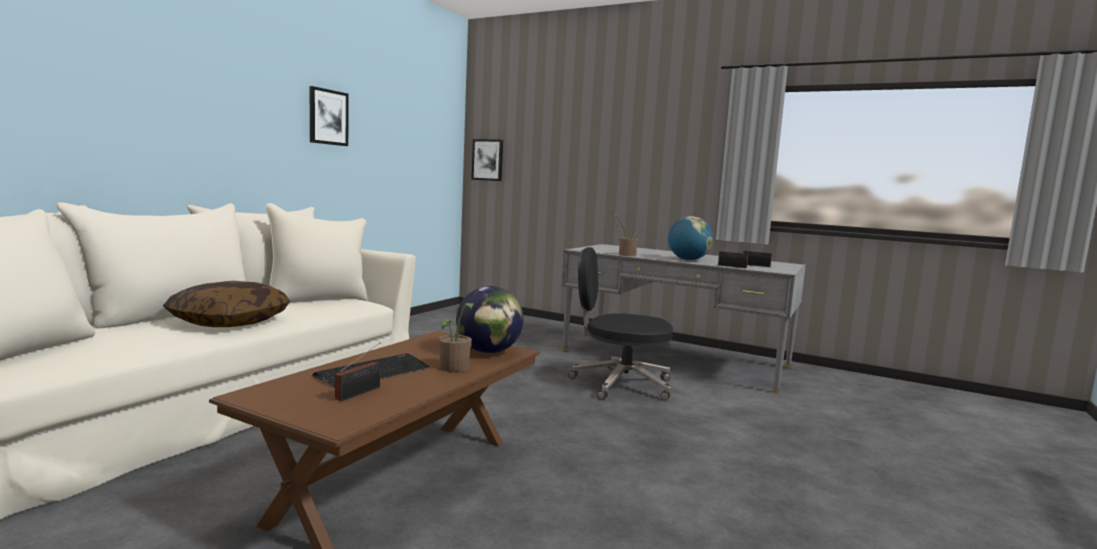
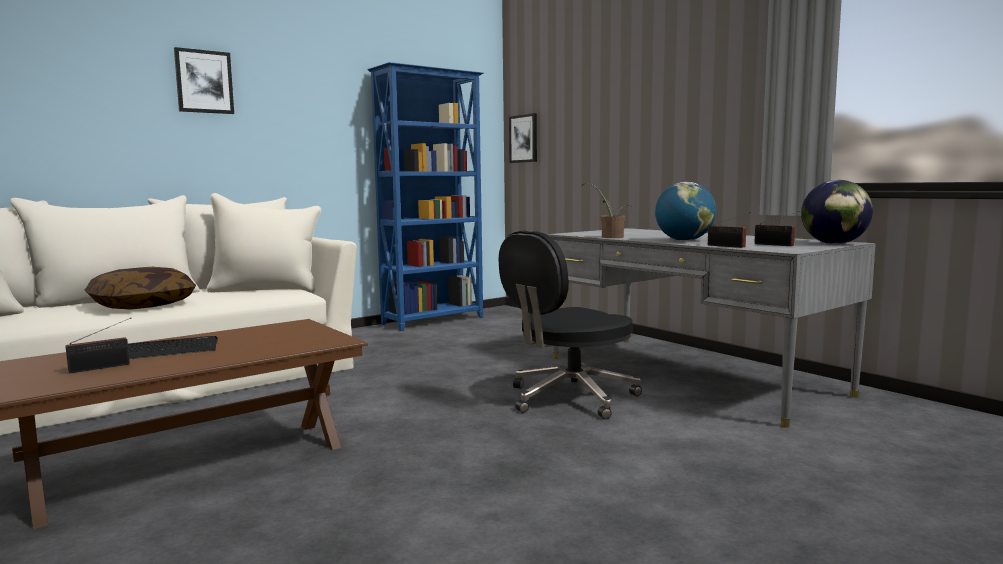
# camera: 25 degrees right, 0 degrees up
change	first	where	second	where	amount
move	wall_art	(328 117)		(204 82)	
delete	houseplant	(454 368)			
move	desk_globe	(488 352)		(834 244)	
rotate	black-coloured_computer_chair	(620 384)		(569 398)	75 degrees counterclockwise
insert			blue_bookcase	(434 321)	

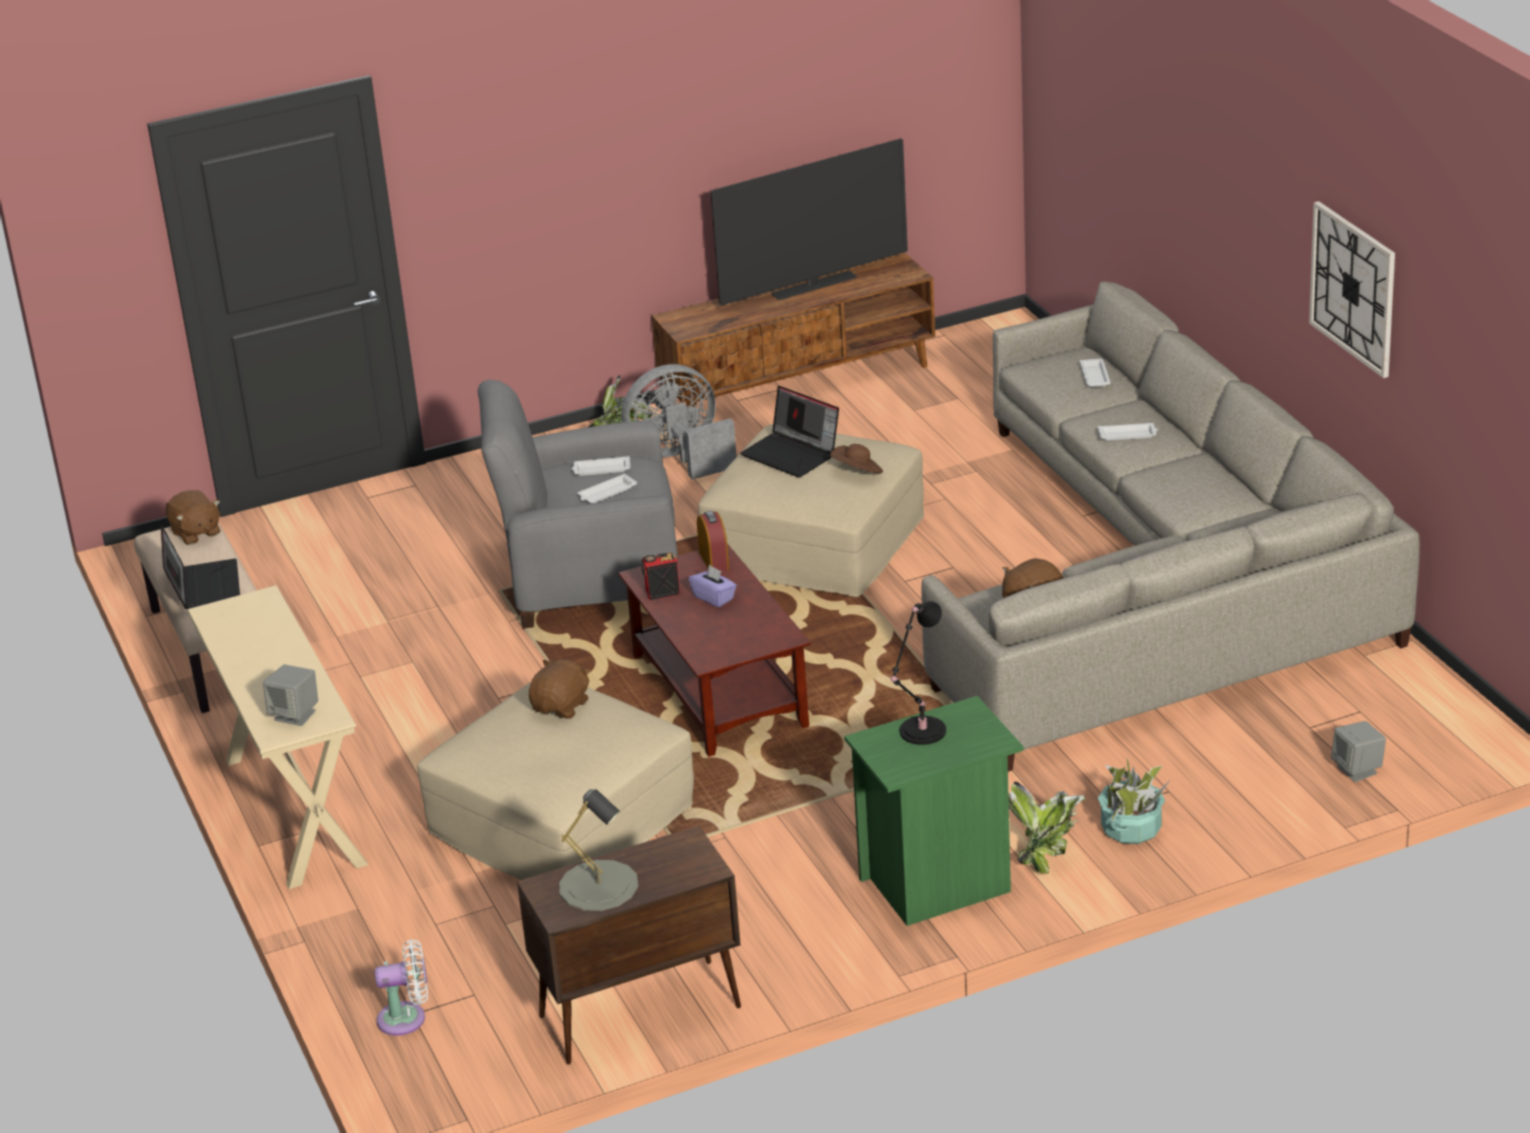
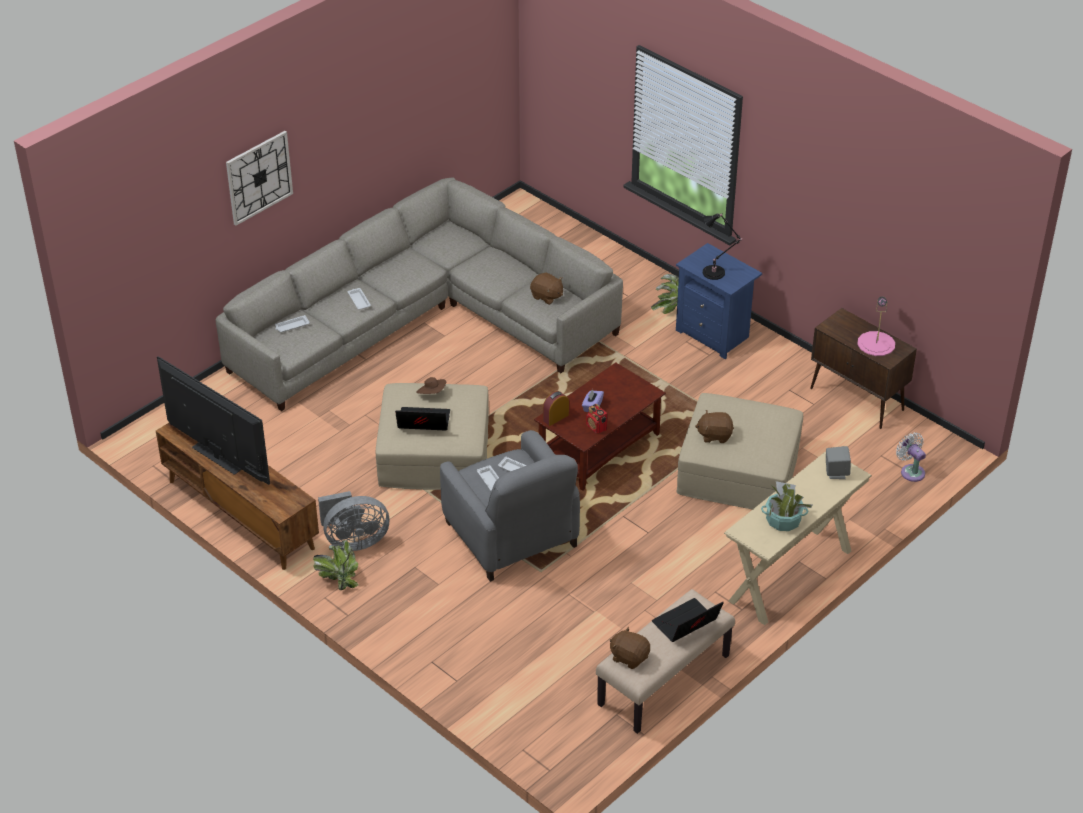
# camera: 115 degrees left, 10 degrees up
change	first	where	second	where	amount
rotate	brown-coloured_plush_toy	(195 533)		(629 657)	90 degrees counterclockwise
recolor	greyish_tabletop_lamp	(599 886)	pink_tabletop_lamp	(876 343)	
rotate	greyish_electric_fan	(680 458)		(354 541)	60 degrees counterclockwise
rotate	laptop	(792 454)		(422 423)	105 degrees counterclockwise
recolor	green-coloured_night_table	(938 885)	blue_night_table	(714 334)	
move	houseplant	(1131 829)		(783 521)	
move	clock_on_the_wall	(1353 288)		(259 177)	
delete	greyish_audio_speaker	(1357 770)			

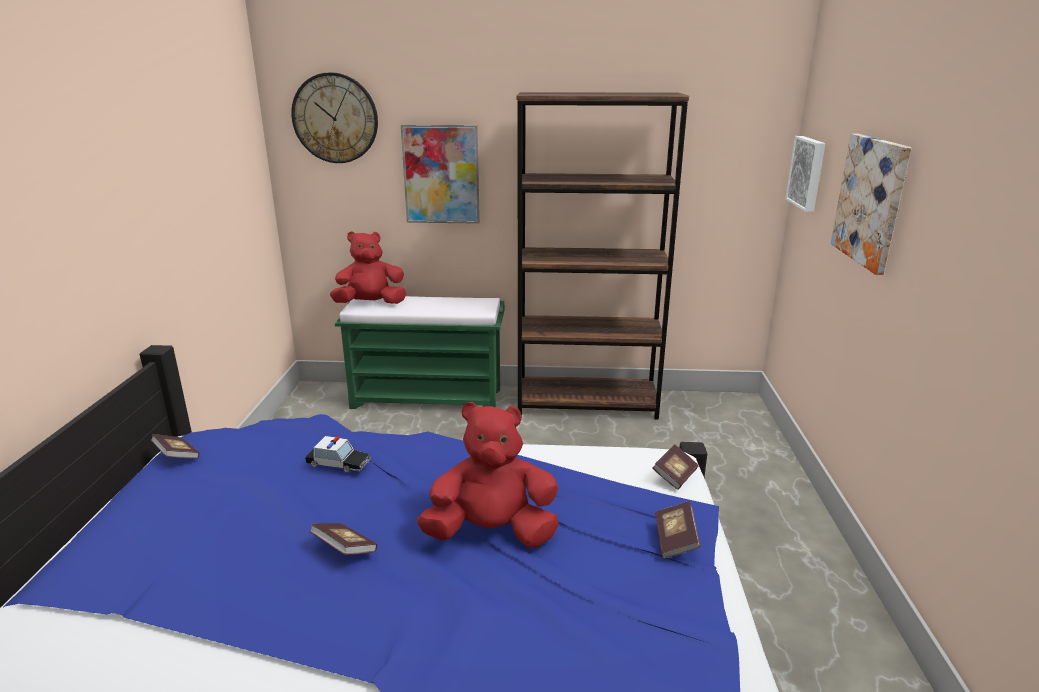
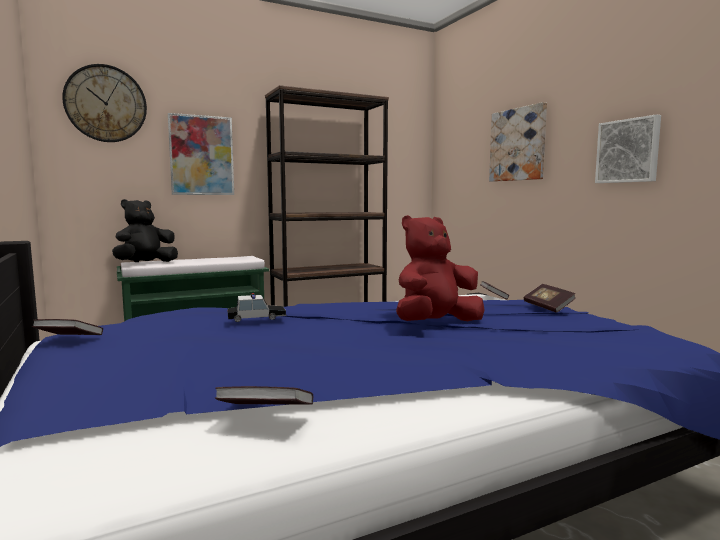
# camera: 30 degrees left, 15 degrees down
change	first	where	second	where	amount
move	book	(344 549)		(266 415)	
recolor	red-coloured_plush_toy	(370 304)	black-coloured_plush_toy	(145 263)	
move	wall_art	(808 173)		(628 151)	

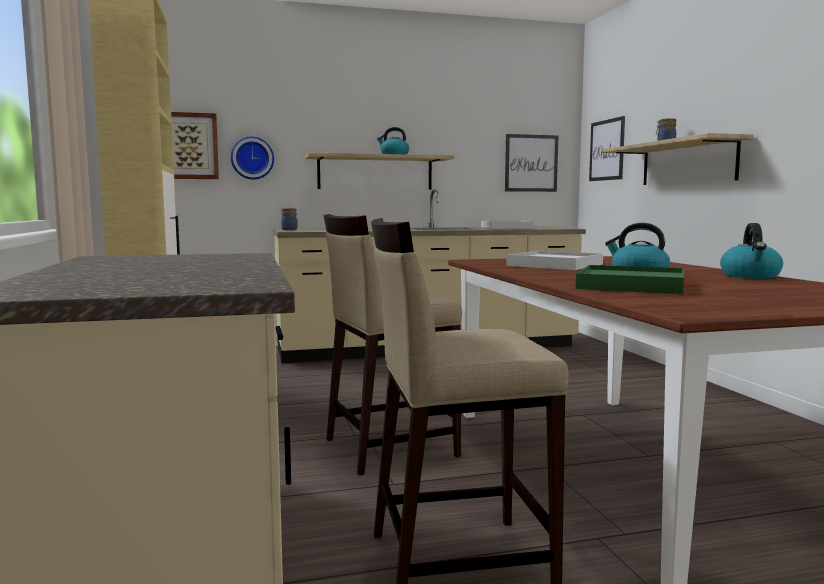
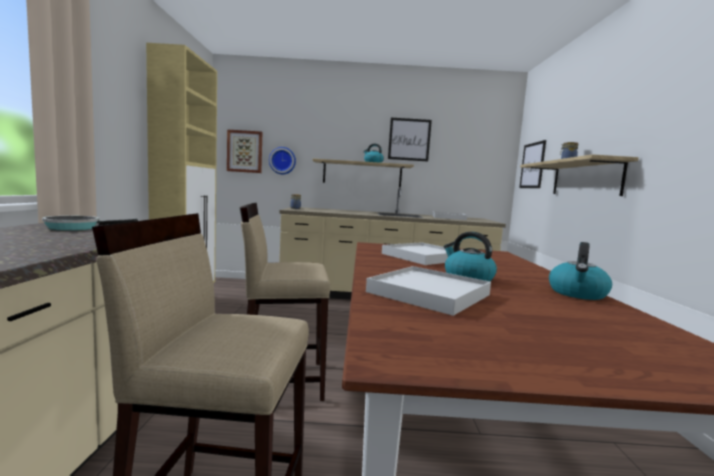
# camera: 15 degrees right, 0 degrees up
change	first	where	second	where	amount
move	wall_art	(531 163)		(409 139)	
recolor	green-coloured_tray	(631 285)	white_tray	(429 294)	
insert			frying_pan	(78 228)	

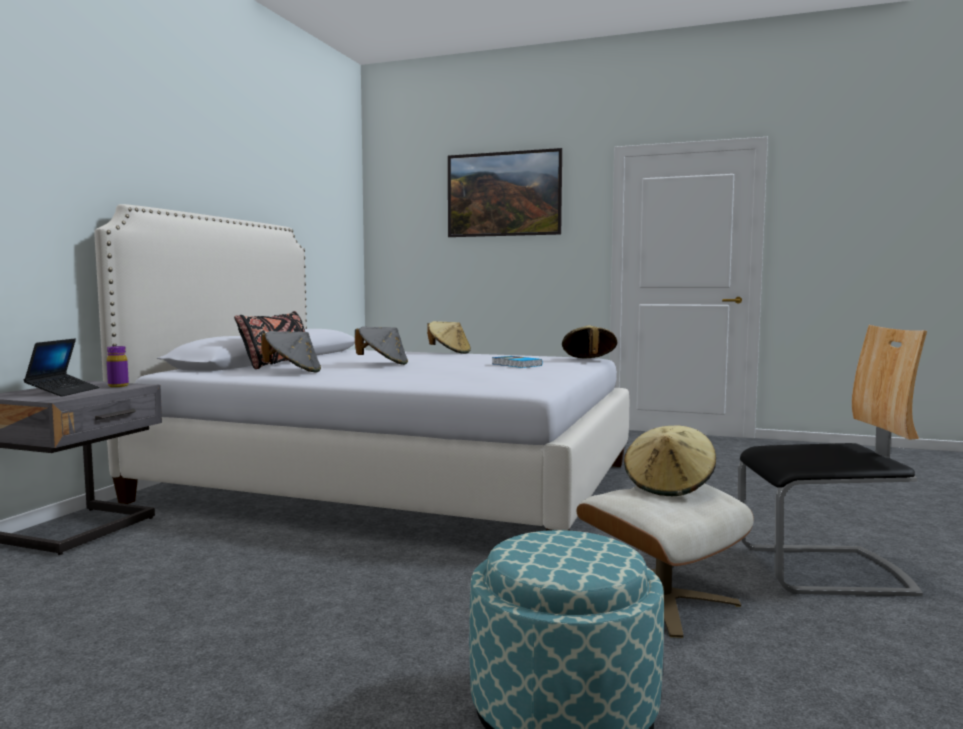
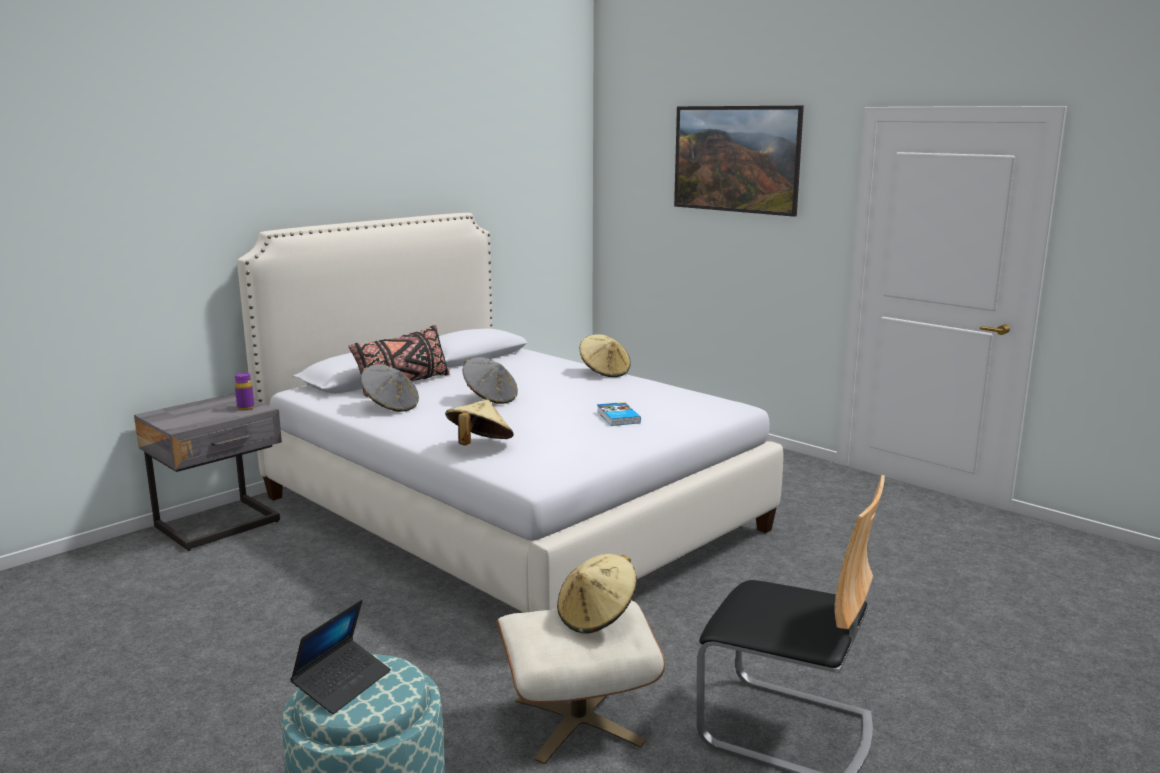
# camera: 25 degrees right, 10 degrees up
change	first	where	second	where	amount
move	laptop	(63 392)		(342 684)	
move	beige-coloured_hat	(588 360)		(479 446)	

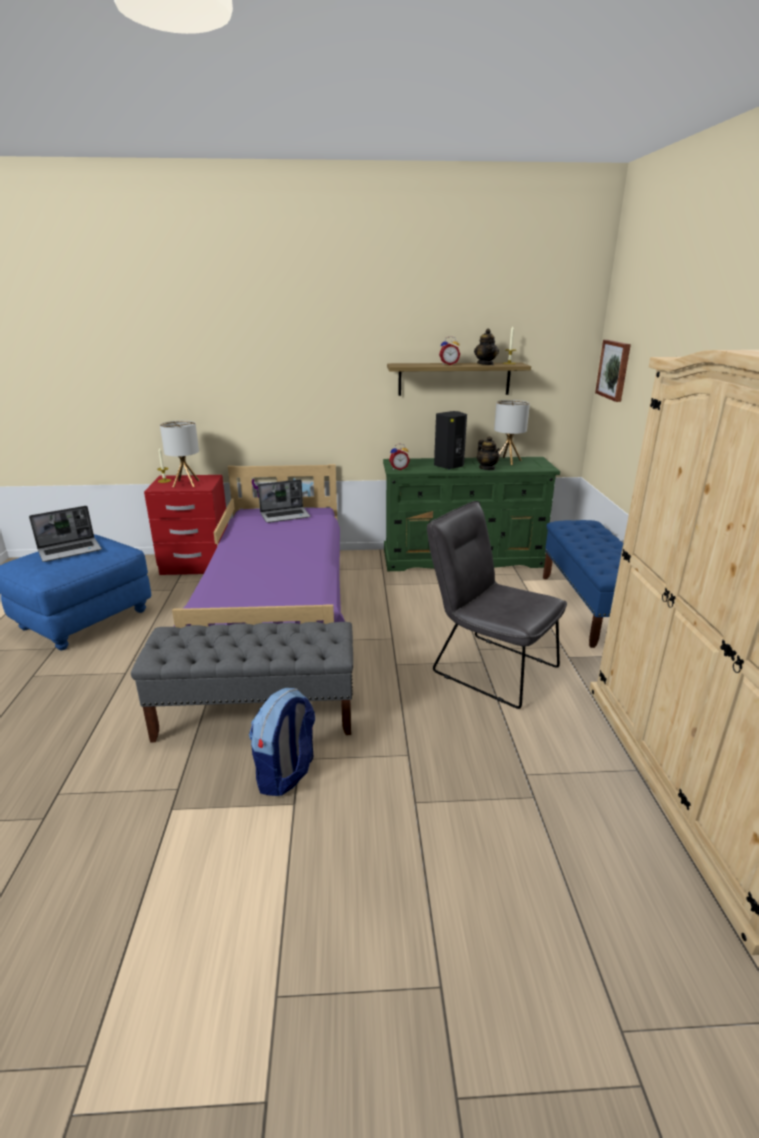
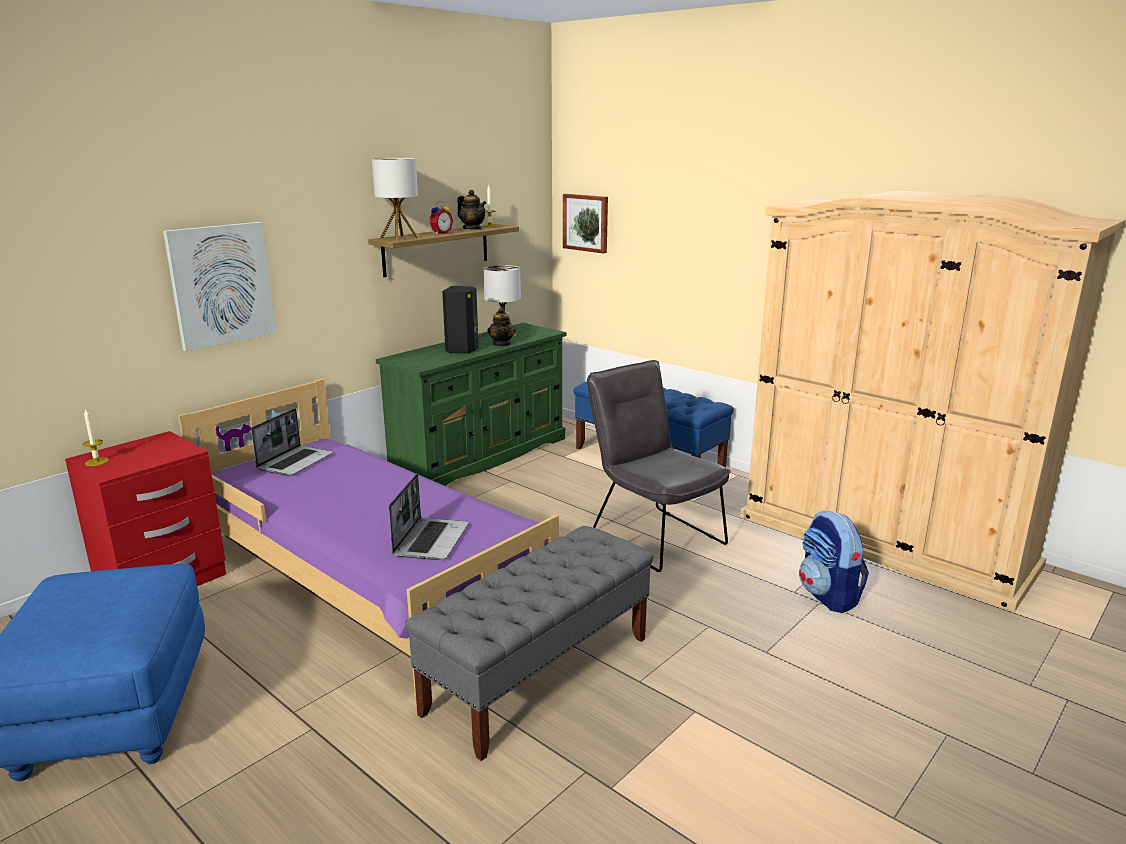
# camera: 45 degrees left, 5 degrees down
change	first	where	second	where	amount
move	laptop	(70 550)		(430 540)	
move	tabletop_lamp	(186 483)		(399 238)	
move	rucksack	(286 774)		(828 596)	
delete	alarm_clock	(398 469)			
rotate	greyish_chair	(487 666)		(652 535)	60 degrees clockwise
rotate	pot_for_tea	(487 468)		(502 344)	60 degrees clockwise
insert			wall_art	(221 284)	

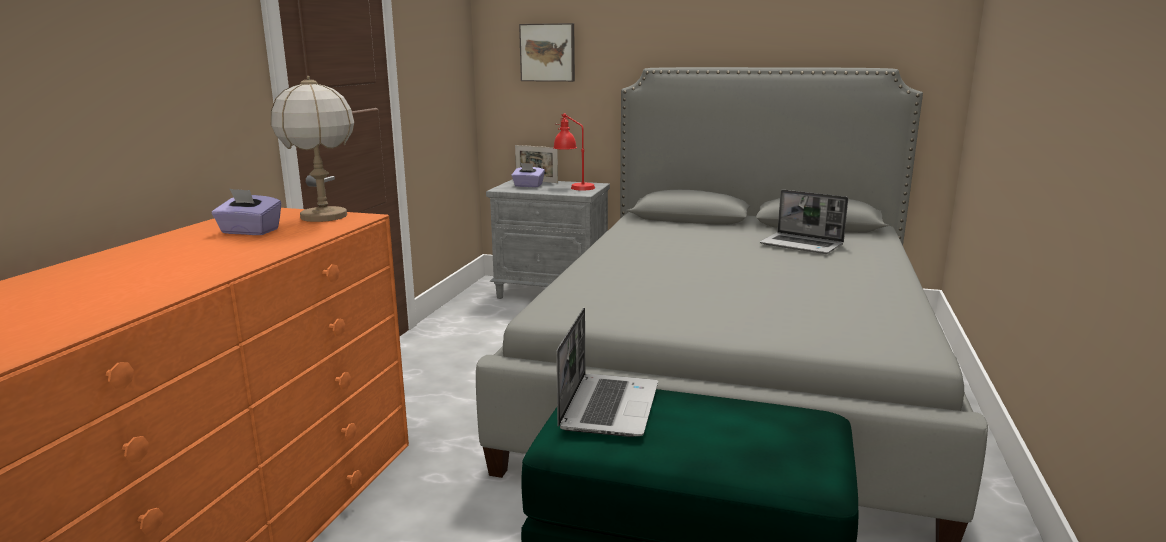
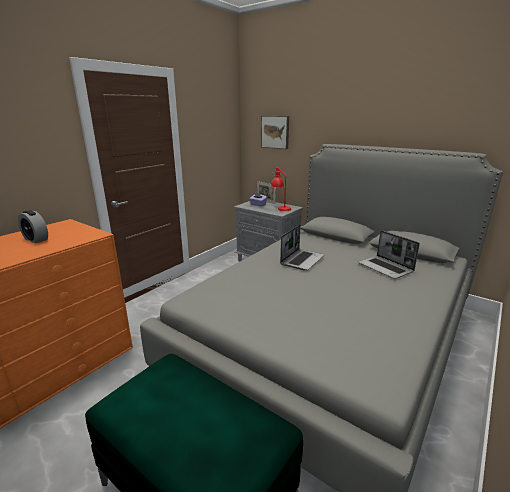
# camera: 20 degrees right, 5 degrees up
change	first	where	second	where	amount
replace	purplish_box_of_tissues	(249 231)	alarm_clock	(36 239)	
delete	tabletop_lamp	(323 216)			
move	laptop	(608 406)		(302 260)	

